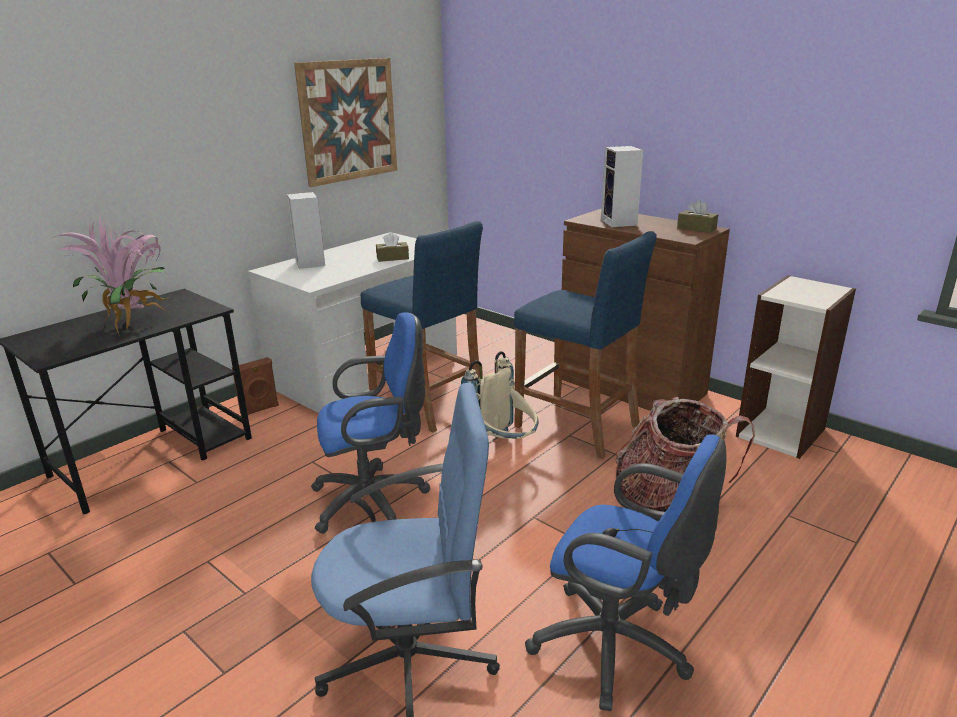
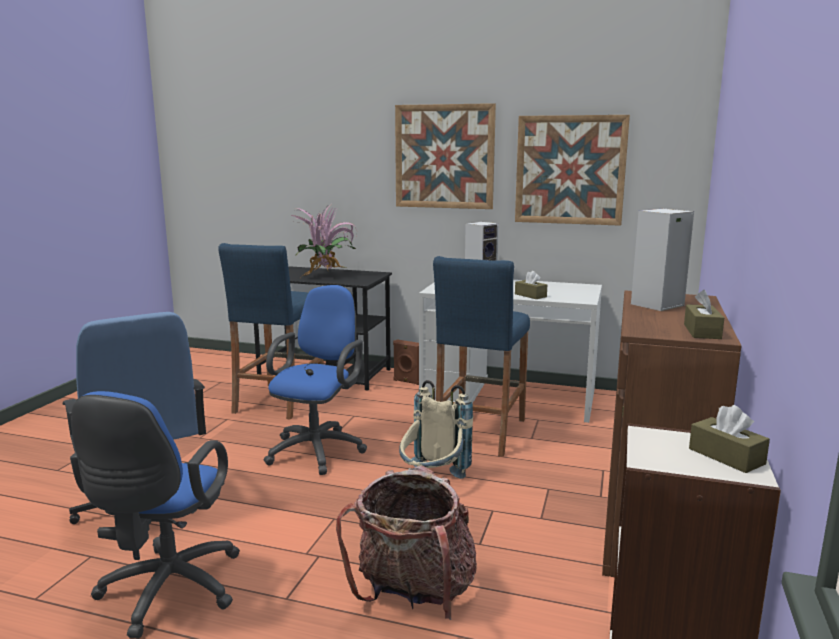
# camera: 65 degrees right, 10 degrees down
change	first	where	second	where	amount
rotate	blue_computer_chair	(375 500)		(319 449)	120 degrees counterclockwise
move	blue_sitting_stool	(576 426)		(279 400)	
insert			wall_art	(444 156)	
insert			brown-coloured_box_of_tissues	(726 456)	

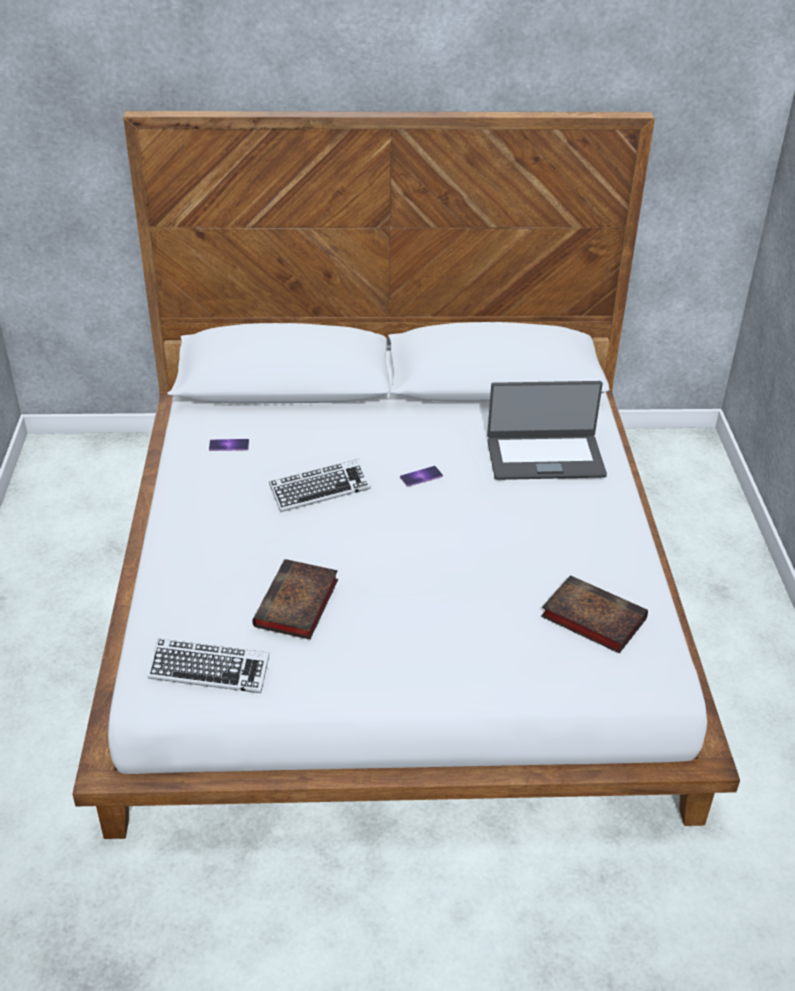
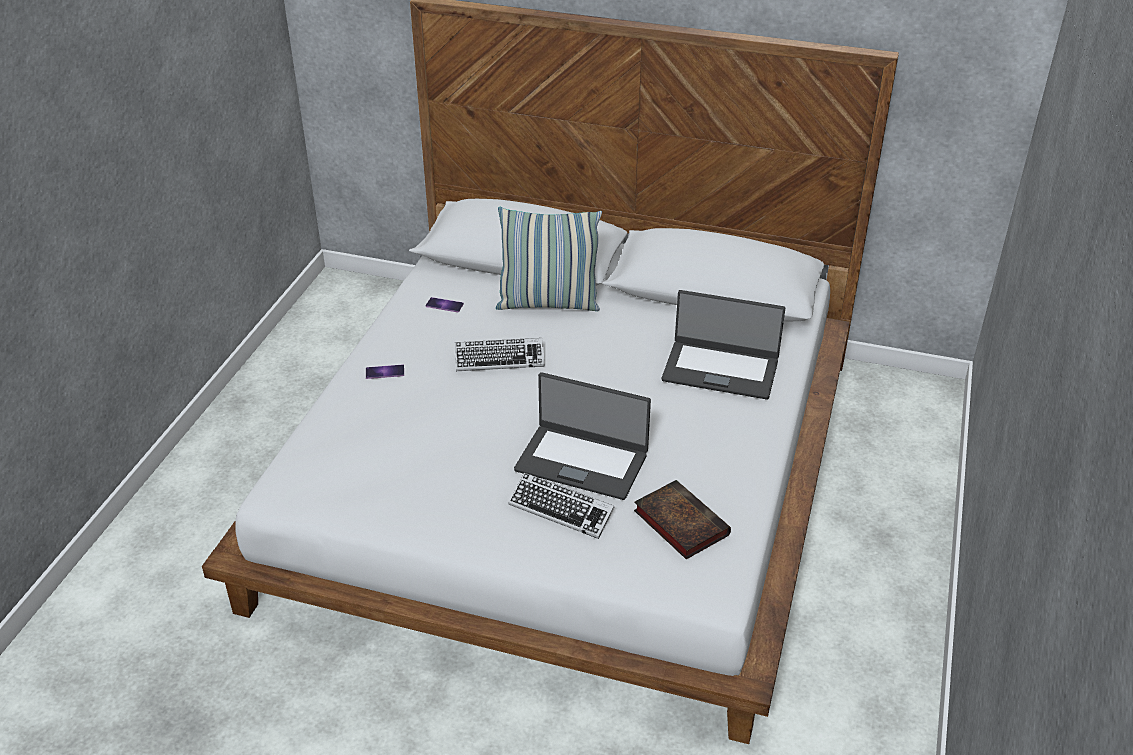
# camera: 20 degrees right, 0 degrees up
change	first	where	second	where	amount
move	keyboard	(210 671)		(561 510)	
delete	book	(297 605)			
move	telephone	(421 476)		(385 372)	
insert			cushion	(548 303)	
insert			laptop	(582 461)	

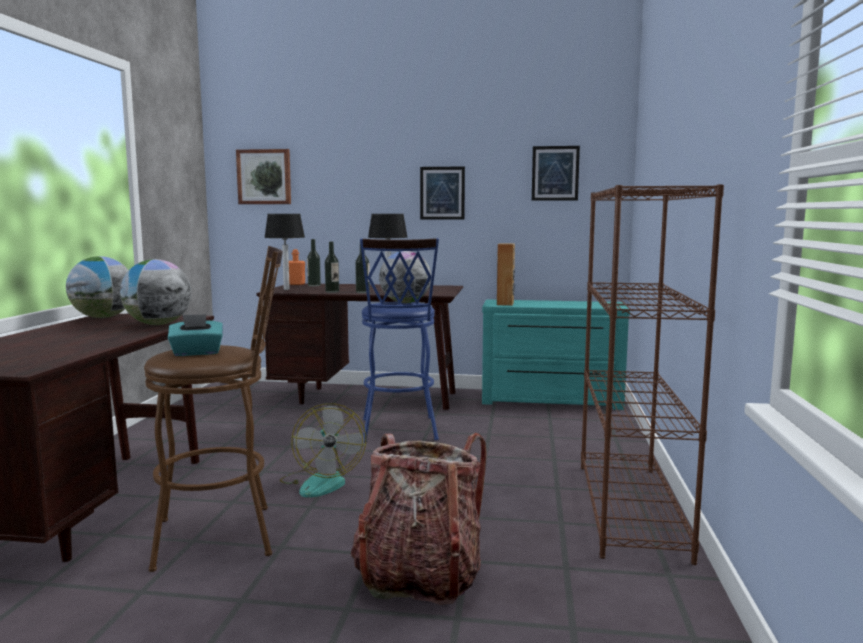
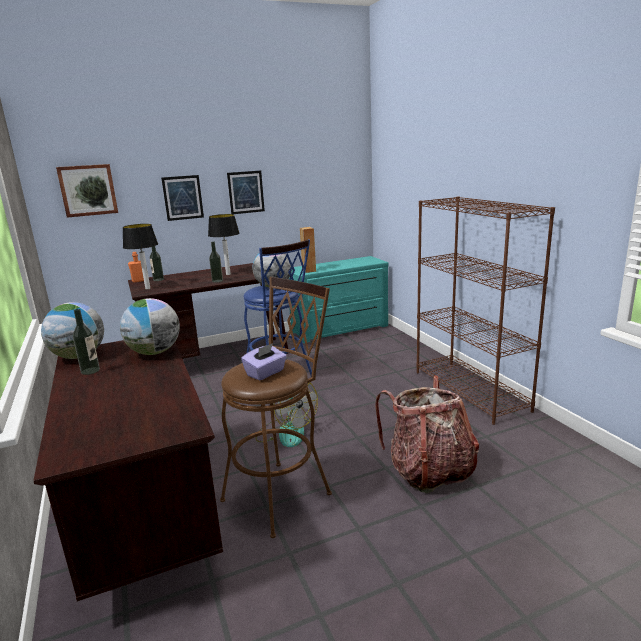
# camera: 30 degrees left, 10 degrees up
change	first	where	second	where	amount
recolor	turquoise_box_of_tissues	(197 353)	purplish_box_of_tissues	(265 373)	
move	beverage_bottle	(332 292)		(90 371)	
move	wall_art	(555 173)		(183 197)	

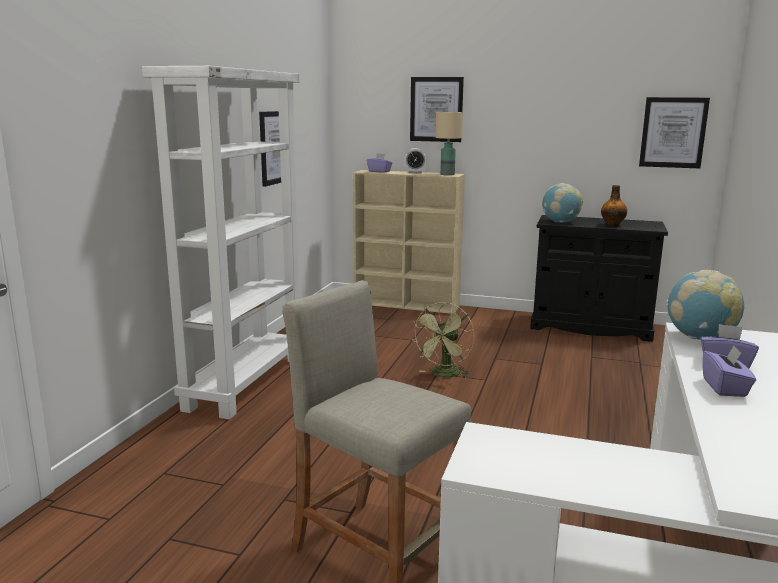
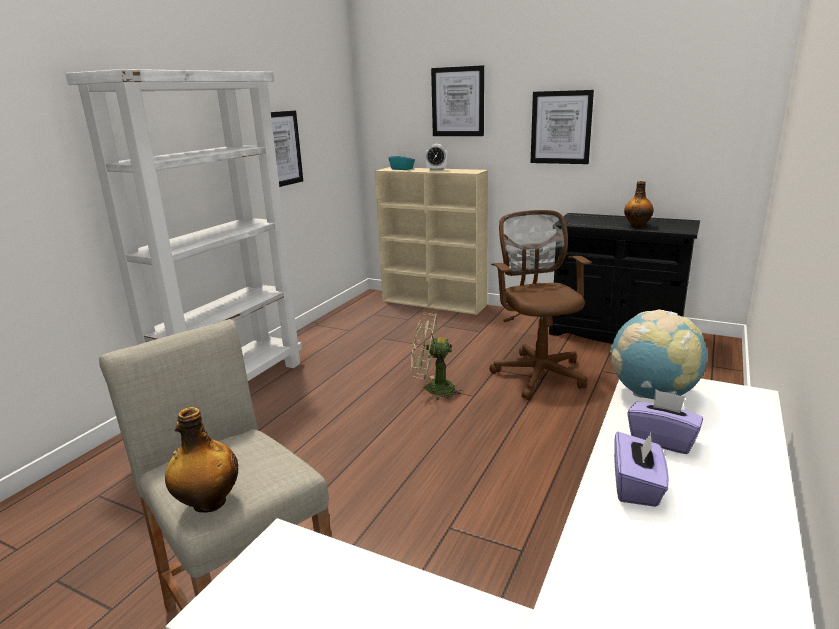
# camera: 10 degrees right, 5 degrees up
change	first	where	second	where	amount
recolor	purplish_box_of_tissues	(379 171)	turquoise_box_of_tissues	(402 169)	
rotate	green-coloured_electric_fan	(444 375)		(433 388)	60 degrees clockwise
delete	beige-coloured_tabletop_lamp	(447 174)			
delete	desk_globe	(560 222)			
move	wall_art	(673 132)		(561 127)	
insert			beverage_bottle	(208 503)	
insert			brown-coloured_computer_chair	(538 373)	

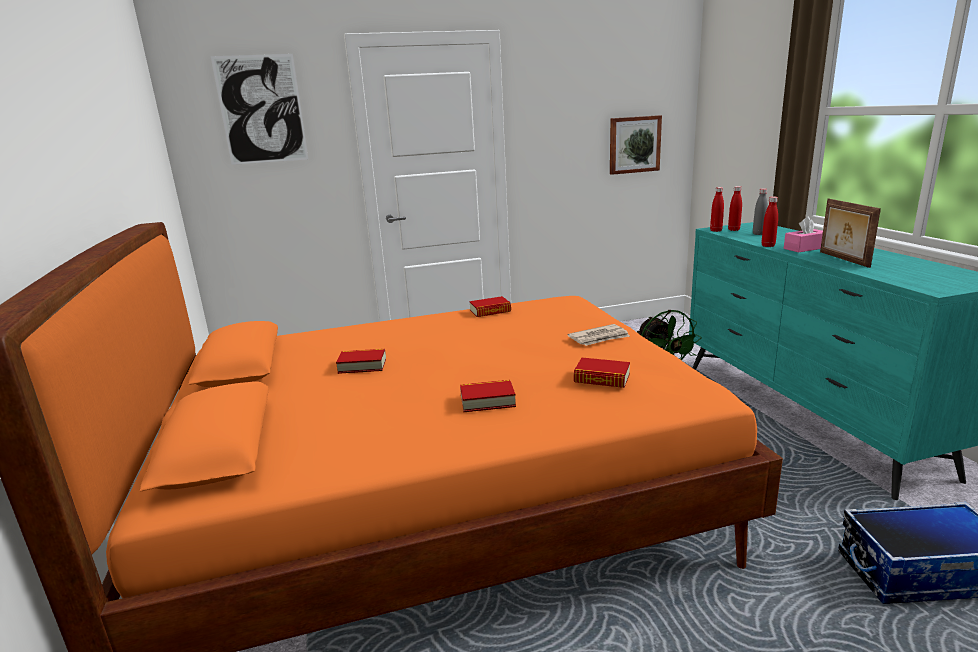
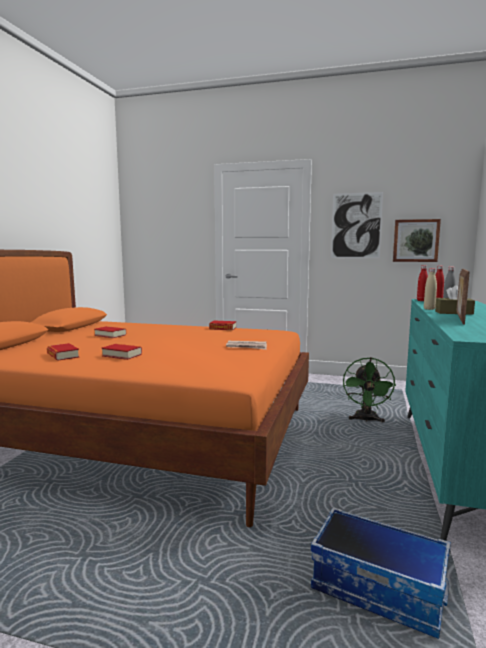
# camera: 30 degrees right, 10 degrees down
change	first	where	second	where	amount
move	wall_art	(261 110)		(356 225)	
move	book	(602 378)		(63 355)	
recolor	red-coloured_beverage_bottle	(768 246)	beige-coloured_beverage_bottle	(429 309)	
recolor	pink_box_of_tissues	(805 248)	brown-coloured_box_of_tissues	(454 312)	

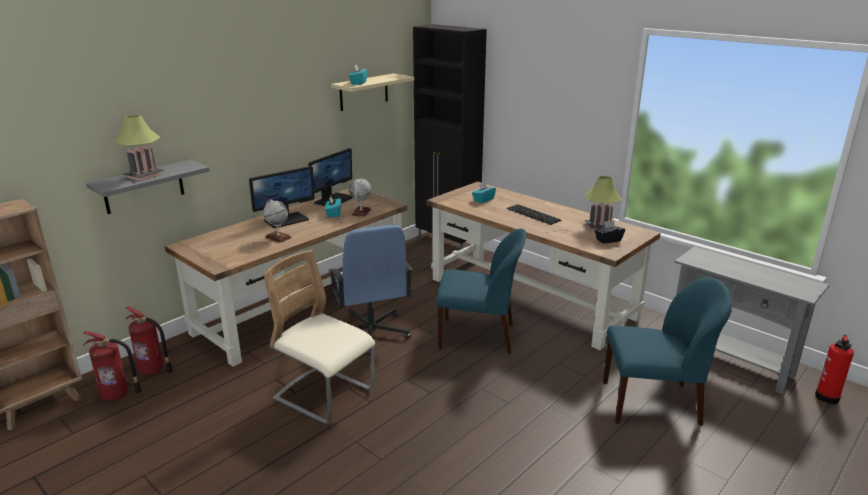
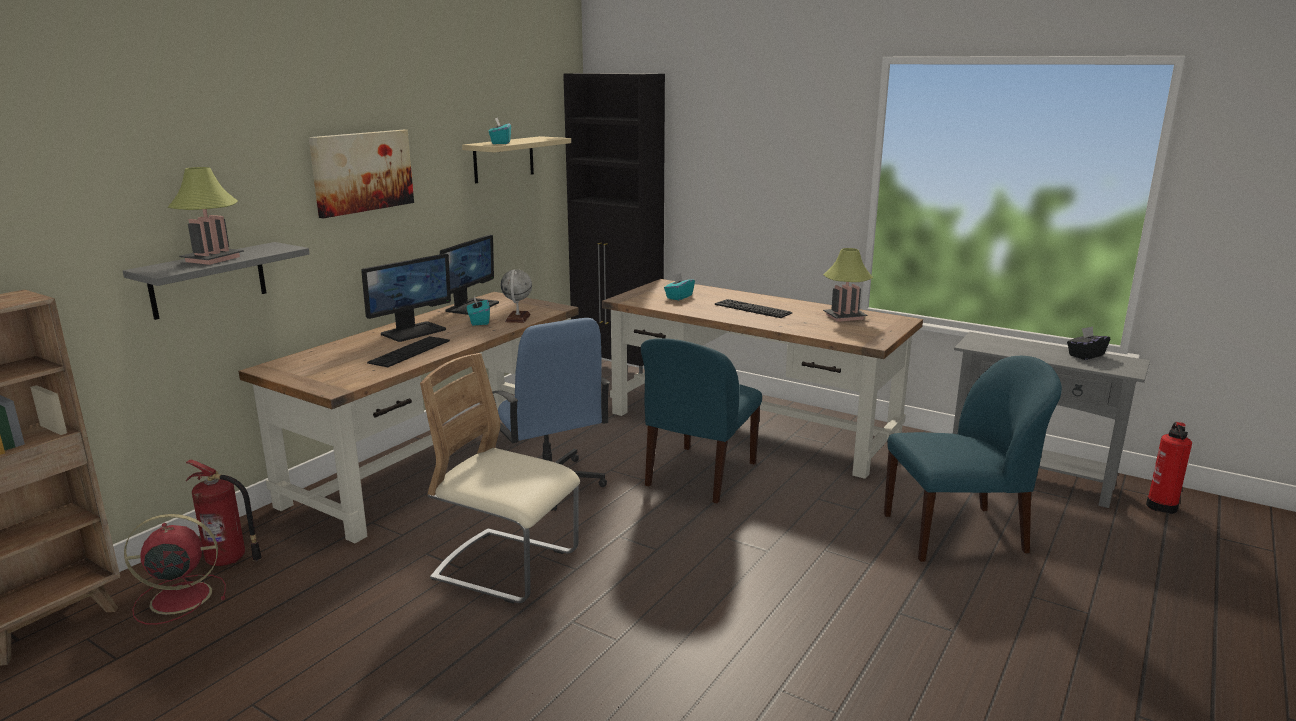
# camera: 10 degrees left, 5 degrees down
change	first	where	second	where	amount
replace	extinguisher	(117 395)	red-coloured_electric_fan	(178 598)	
replace	desk_globe	(278 237)	keyboard	(410 351)	
rotate	blue_chair	(478 336)		(699 475)	120 degrees clockwise
move	black-coloured_box_of_tissues	(608 240)		(1085 355)	
insert			wall_art	(362 171)	

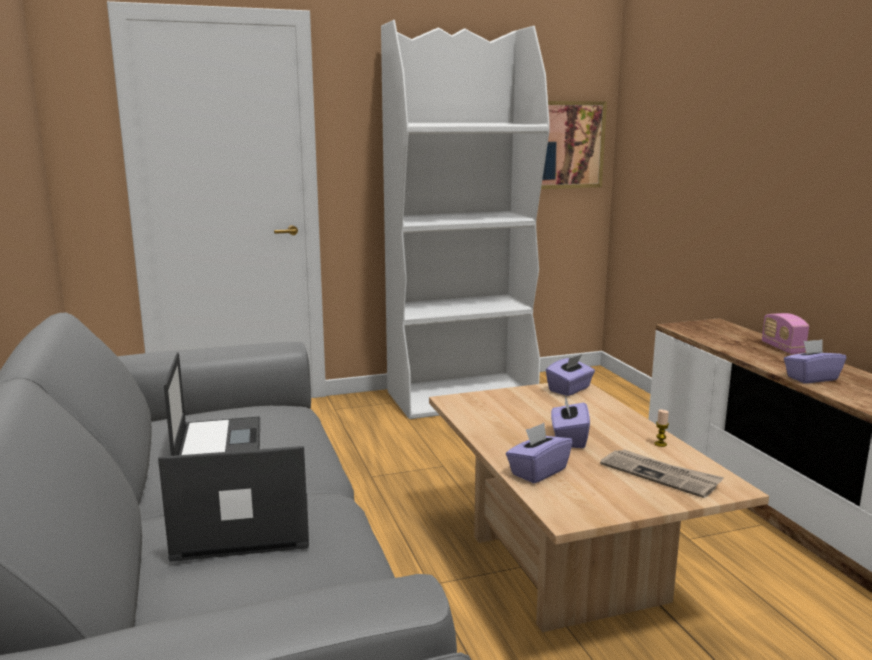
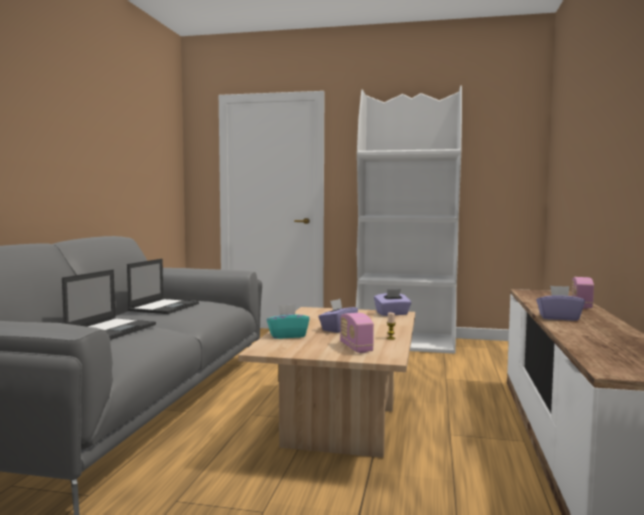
# camera: 30 degrees right, 10 degrees down
change	first	where	second	where	amount
rotate	laptop	(241 527)		(112 329)	90 degrees clockwise
recolor	purplish_box_of_tissues	(537 471)	turquoise_box_of_tissues	(287 336)	
delete	wall_art	(564 145)			
replace	newspaper	(660 475)	radio_set	(356 347)	

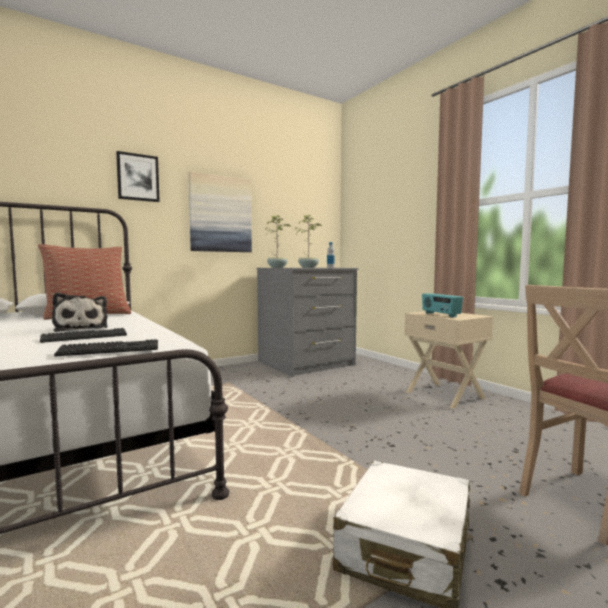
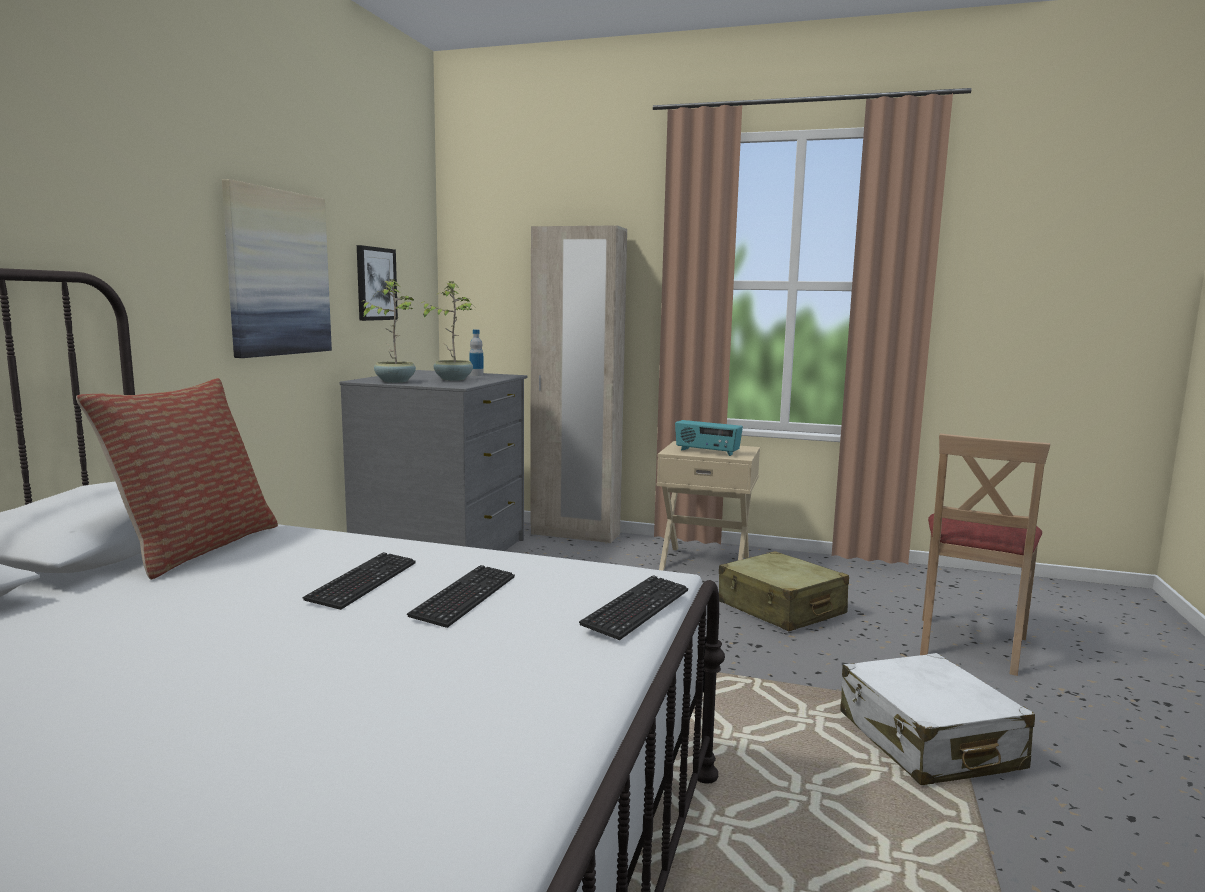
# camera: 40 degrees left, 5 degrees up
change	first	where	second	where	amount
replace	plush_toy	(81 328)	keyboard	(363 582)	
move	wall_art	(138 177)		(375 284)	
insert			beige-coloured_armoire	(575 534)	
insert			beige-coloured_piece_of_luggage	(781 609)	

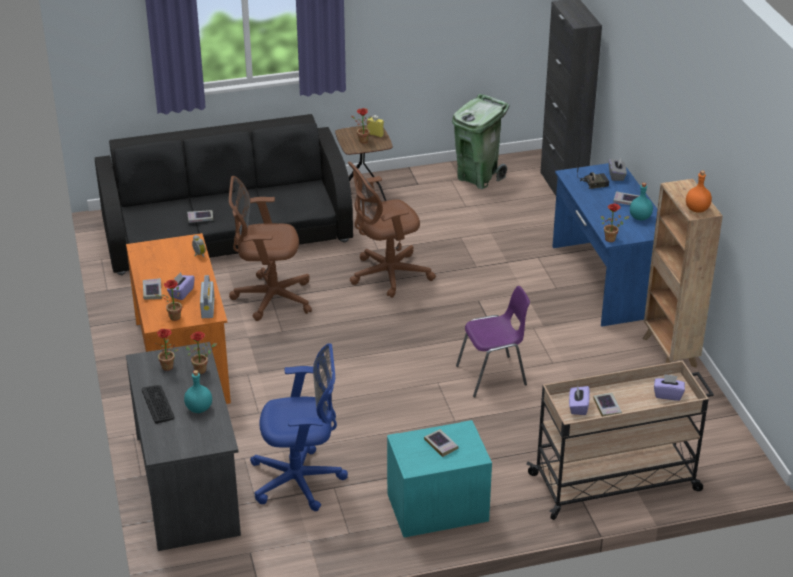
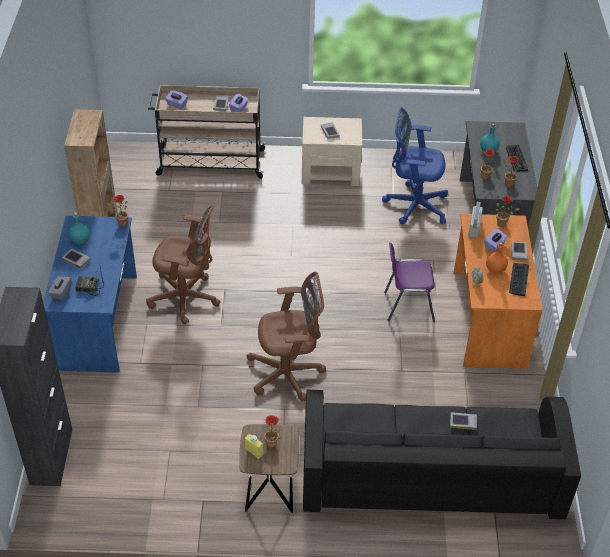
# camera: 165 degrees left, 10 degrees up
change	first	where	second	where	amount
move	brown-coloured_computer_chair	(269 298)		(186 298)	
recolor	turquoise_night_table	(436 507)	beige-coloured_night_table	(331 171)	
delete	green-coloured_rubbish_bin	(478 177)			
move	purplish_chair	(493 376)		(407 306)	
move	orange-coloured_beverage_bottle	(697 209)		(495 269)	
insert			keyboard	(519 279)	

